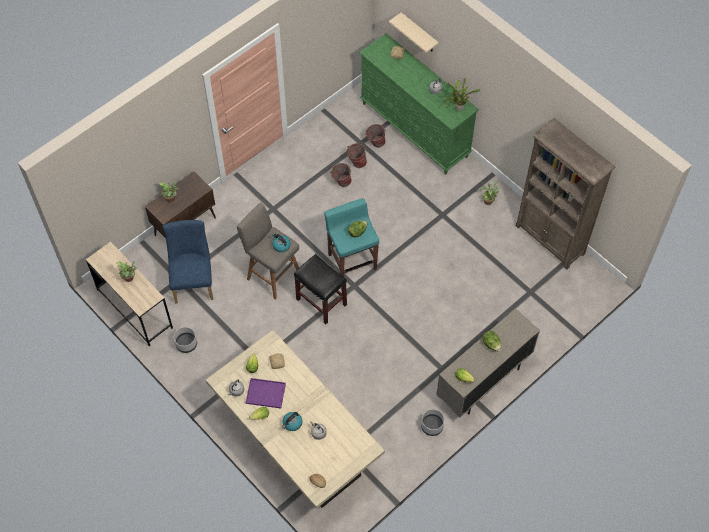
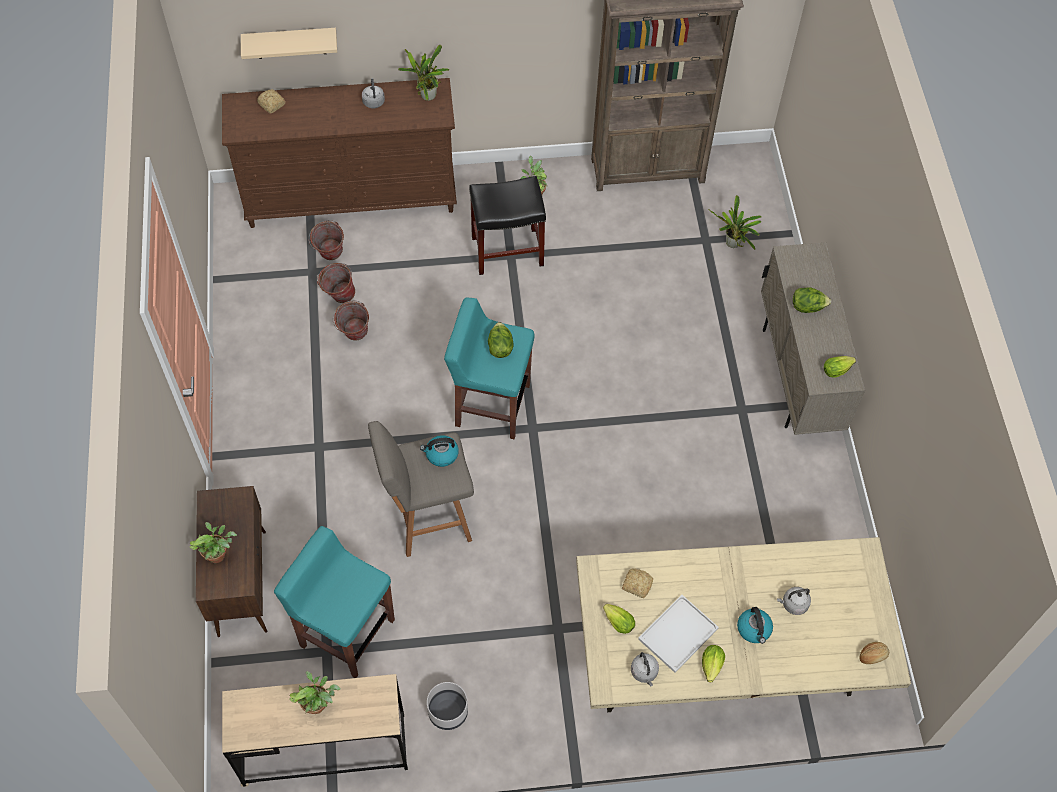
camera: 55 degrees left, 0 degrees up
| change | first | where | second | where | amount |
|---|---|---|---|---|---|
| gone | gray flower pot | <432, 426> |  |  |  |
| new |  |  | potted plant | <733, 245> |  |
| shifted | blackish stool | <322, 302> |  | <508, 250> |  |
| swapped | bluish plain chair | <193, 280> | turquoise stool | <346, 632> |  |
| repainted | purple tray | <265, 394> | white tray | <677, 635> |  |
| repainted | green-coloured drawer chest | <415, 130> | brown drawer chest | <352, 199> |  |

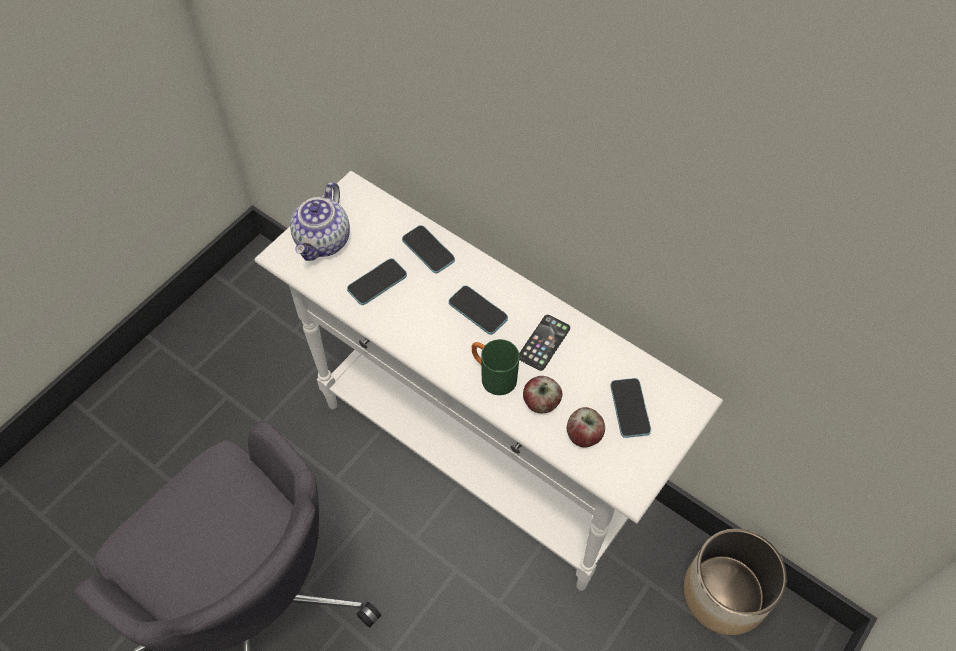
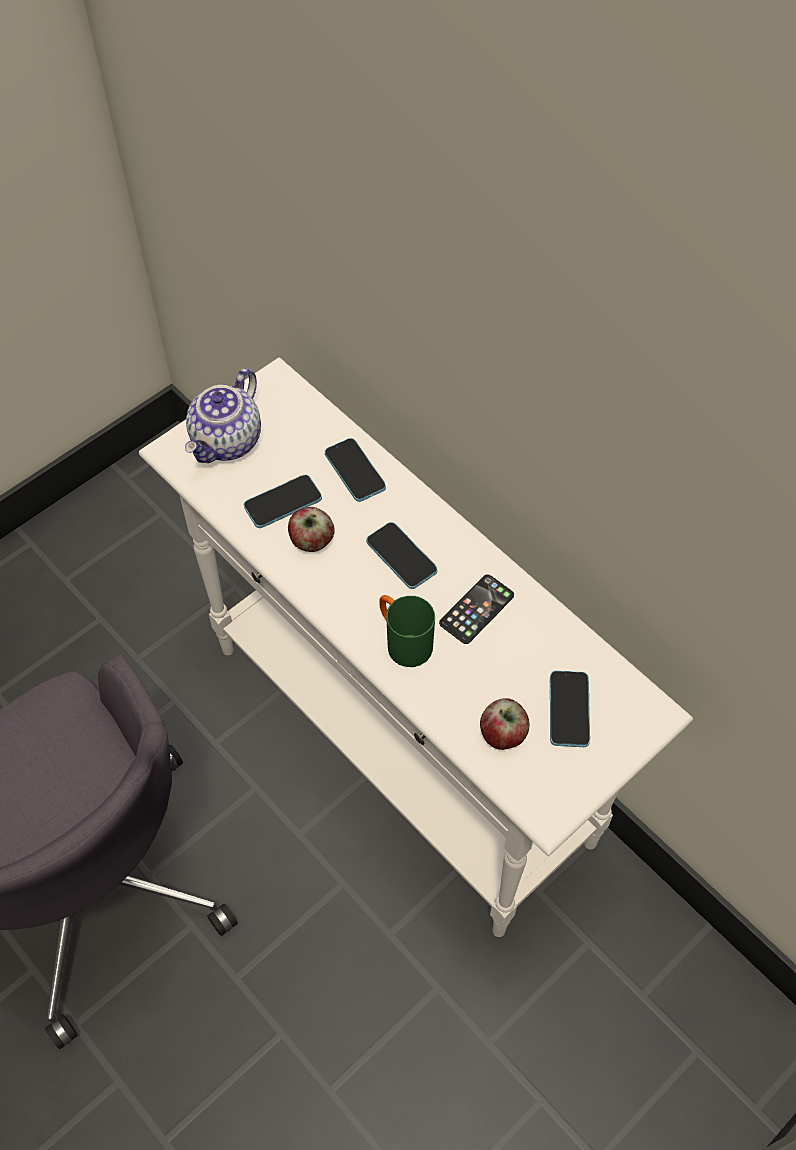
camera: 10 degrees right, 0 degrees up
| change | first | where | second | where | amount |
|---|---|---|---|---|---|
| gone | flower pot | <724, 592> |  |  |  |
| shifted | apple fruit | <541, 403> |  | <311, 541> |  |

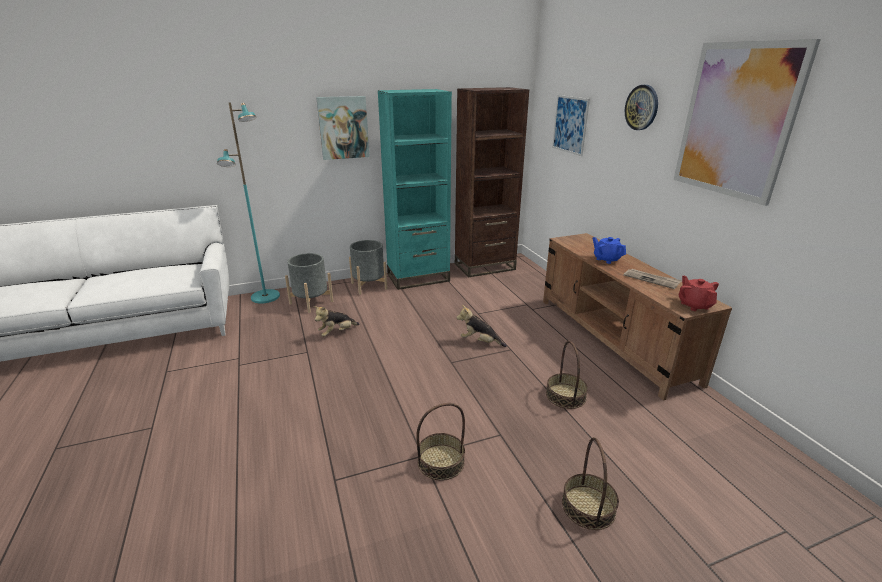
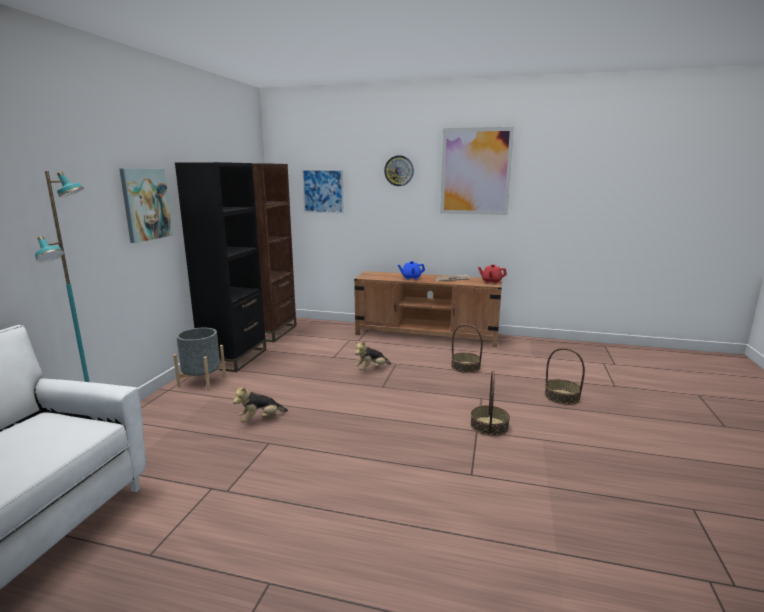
camera: 55 degrees left, 10 degrees down
| change | first | where | second | where | amount |
|---|---|---|---|---|---|
| gone | gray flower pot | <311, 302> |  |  |  |
| repainted | turquoise bookcase | <418, 278> | blackish bookcase | <234, 358> |  |
| rotated | soft toy | <337, 333> |  | <260, 419> | 60 degrees clockwise |

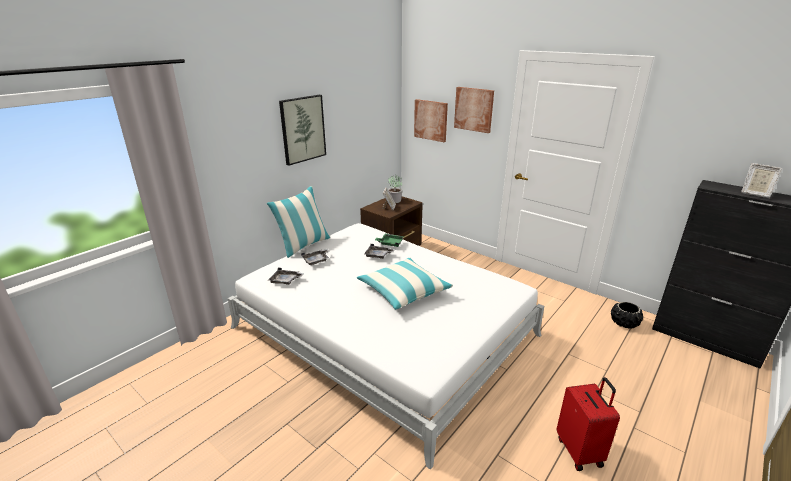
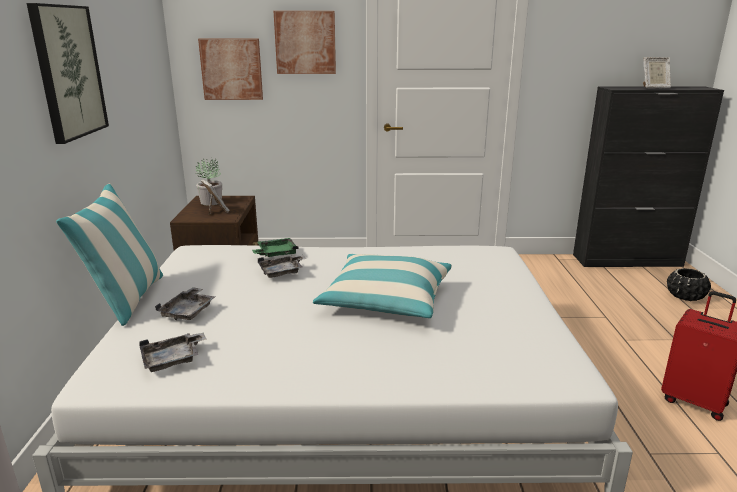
camera: 40 degrees left, 5 degrees down
| change | first | where | second | where | amount |
|---|---|---|---|---|---|
| shifted | blackish flower pot | <624, 323> |  | <685, 296> |  |

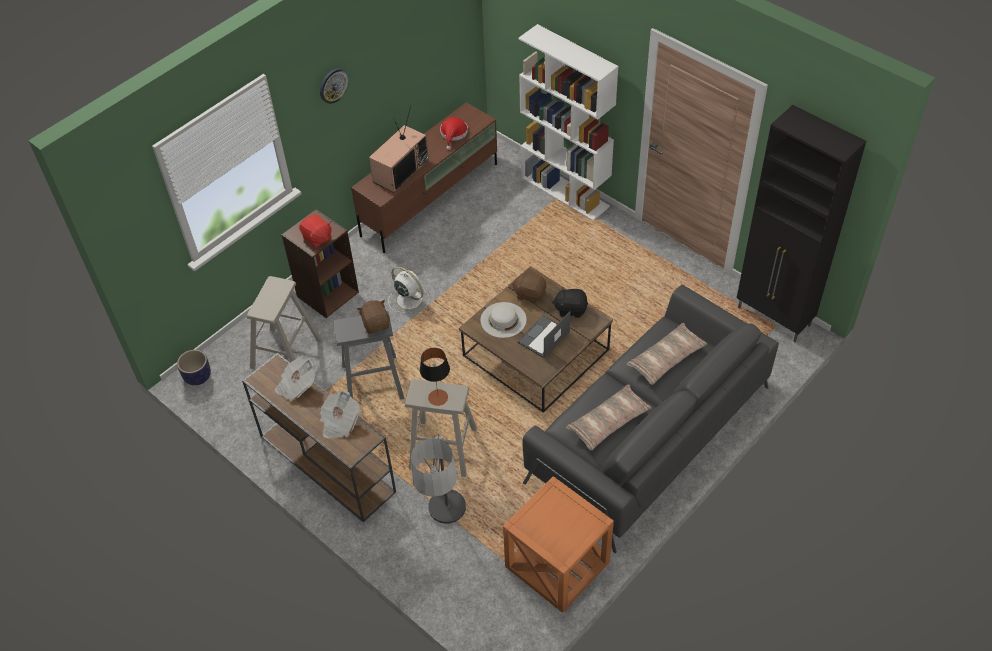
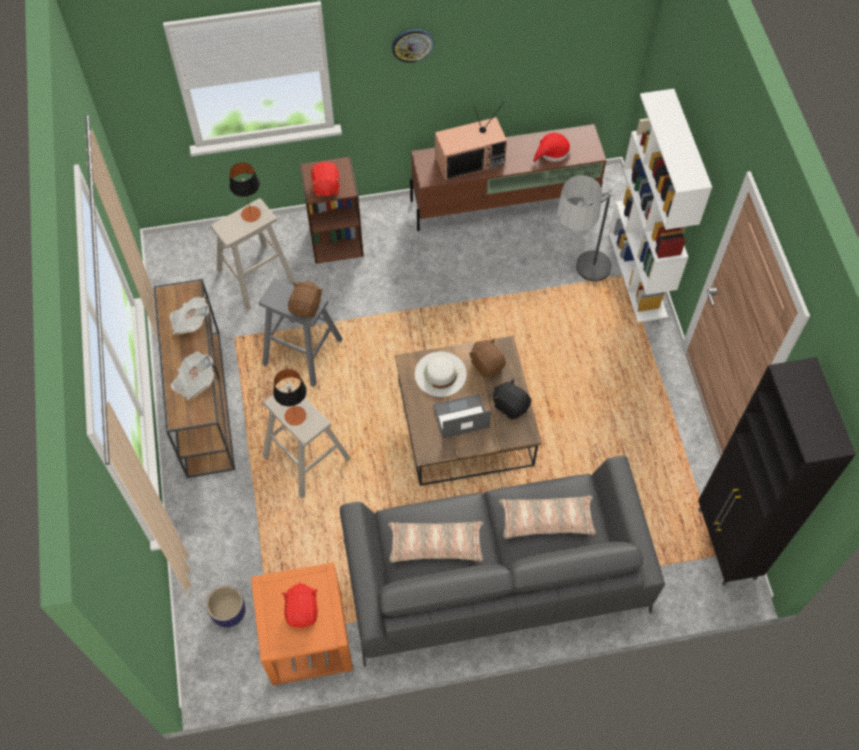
camera: 35 degrees right, 10 degrees up
| change | first | where | second | where | amount |
|---|---|---|---|---|---|
| gone | white electric fan | <408, 299> |  |  |  |
| new |  |  | table lamp | <251, 214> |  |
| new |  |  | reddish soft toy | <302, 610> |  |
| shifted | flower pot | <197, 377> |  | <228, 613> |  |
| shifted | standard lamp | <448, 535> |  | <578, 288> |  |

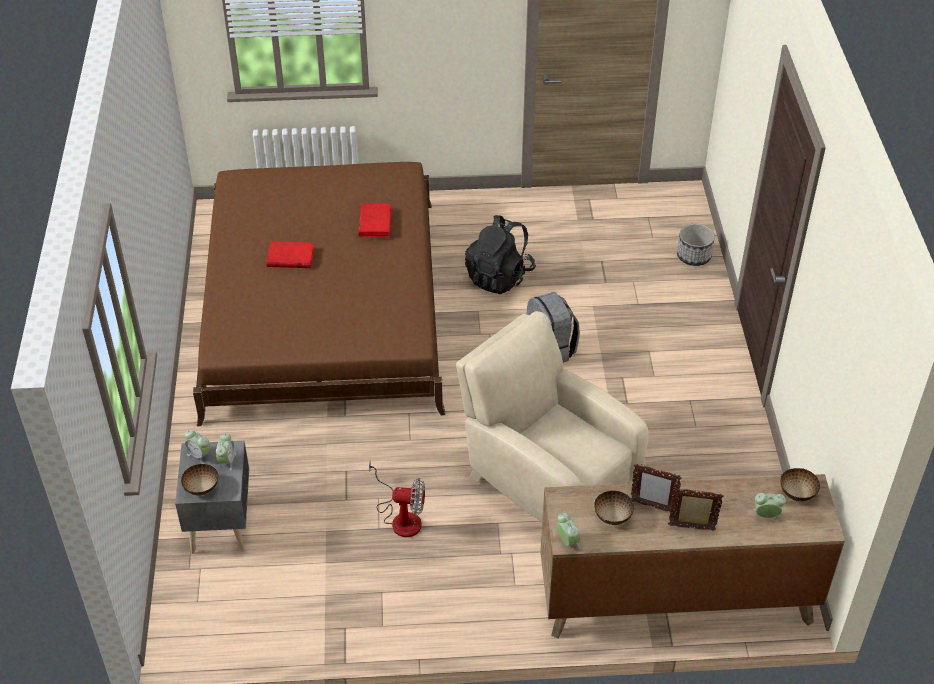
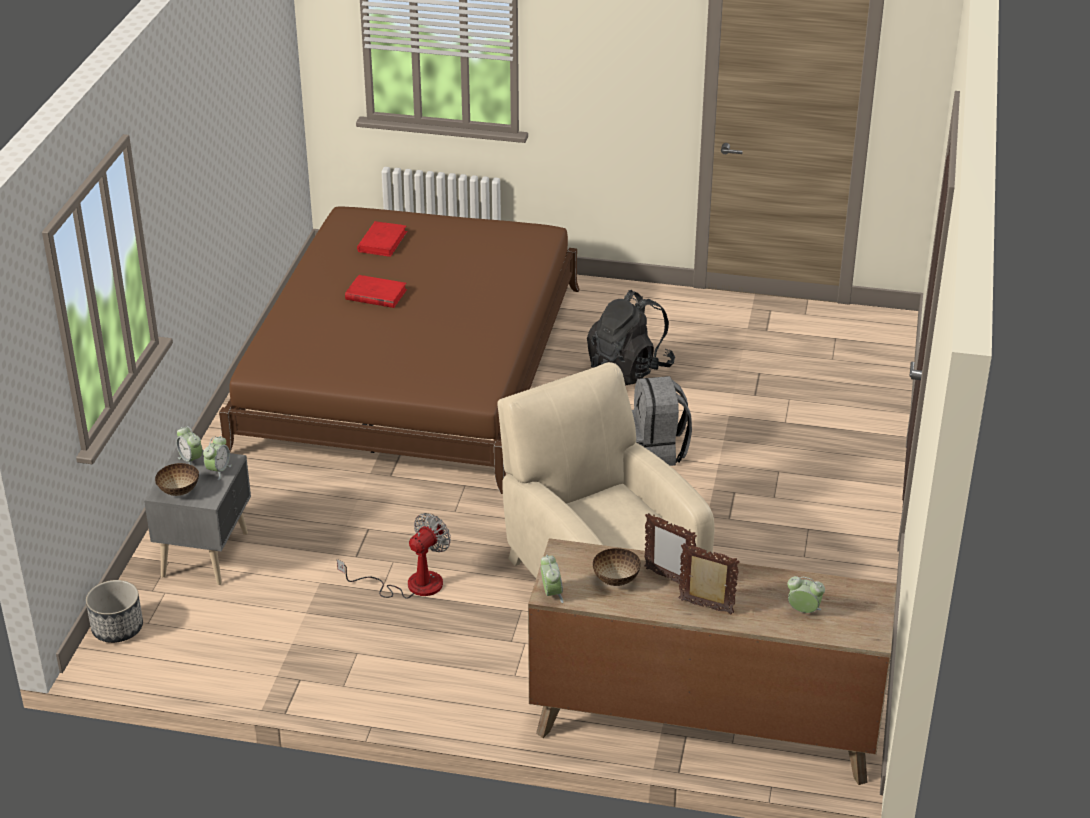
camera: 15 degrees right, 10 degrees down
| change | first | where | second | where | amount |
|---|---|---|---|---|---|
| gone | serving bowl | <797, 493> |  |  |  |
| shifted | reddish book | <375, 222> |  | <382, 242> |  |
| shifted | flower pot | <694, 256> |  | <118, 628> |  |
| rotated | electric fan | <401, 517> |  | <411, 584> | 75 degrees counterclockwise |

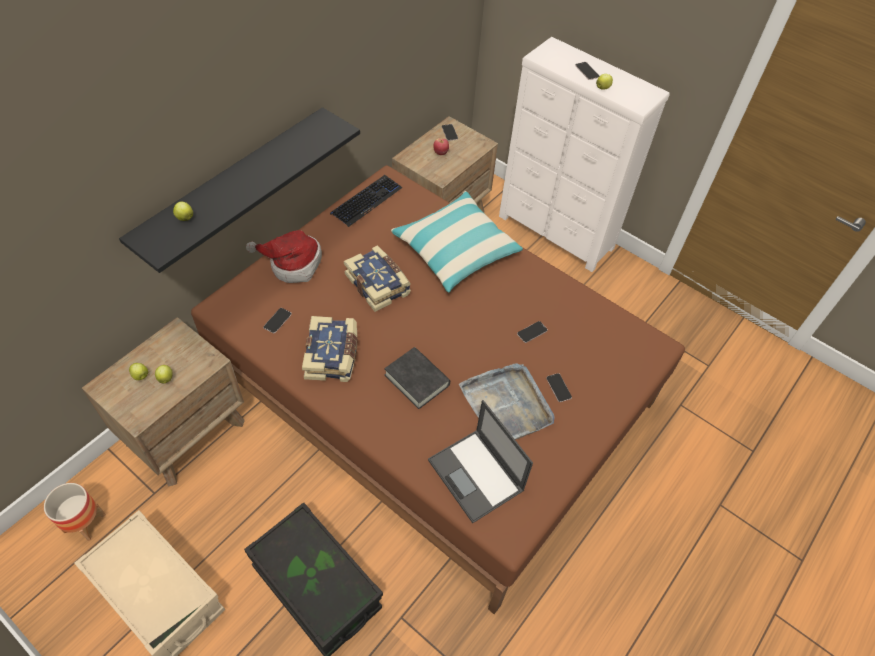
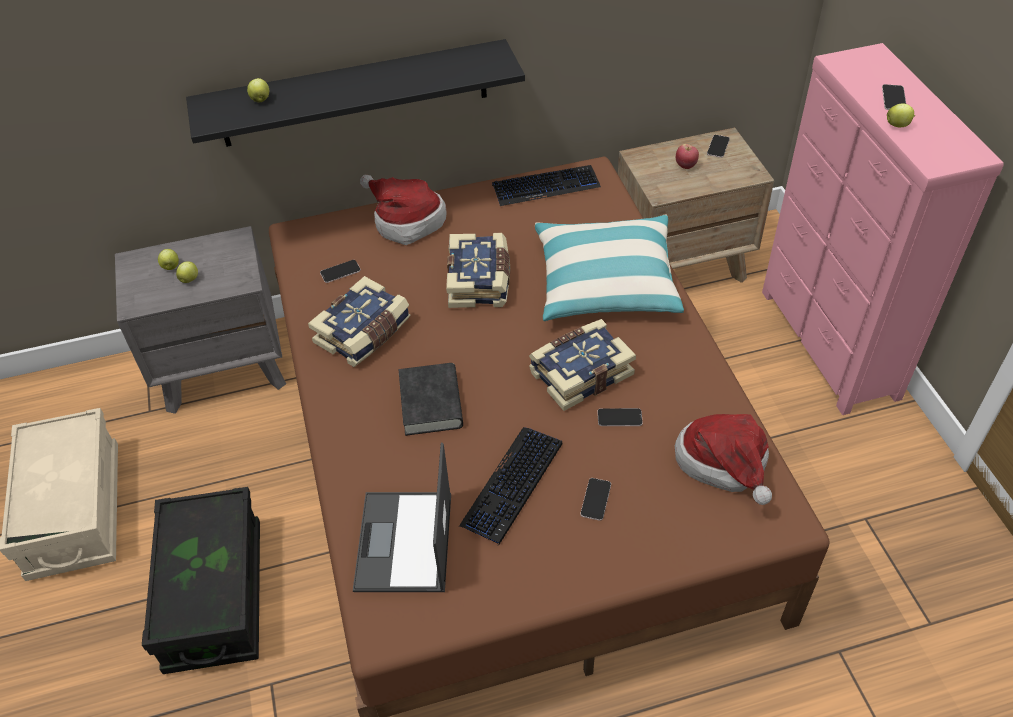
camera: 40 degrees right, 5 degrees down
| change | first | where | second | where | amount |
|---|---|---|---|---|---|
| gone | flower pot | <84, 523> |  |  |  |
| new |  |  | book | <580, 373> |  |
| new |  |  | clothing hat | <725, 466> |  |
| swapped | gray tray | <507, 405> | computer keyboard | <512, 485> |  |
| repainted | brown bedside table | <186, 432> | gray bedside table | <224, 367> |  |
| repainted | white drawer chest | <555, 233> | pink-coloured drawer chest | <827, 344> |  |

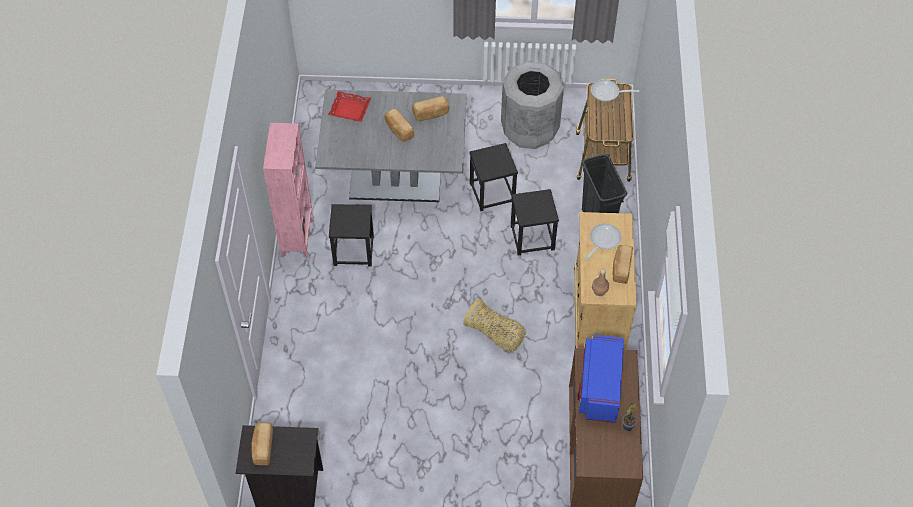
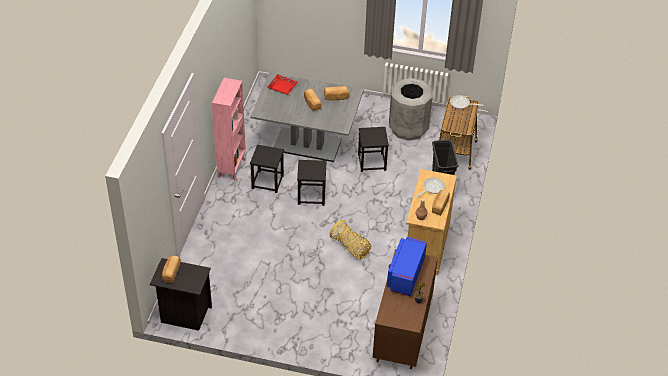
camera: 10 degrees right, 10 degrees down
| change | first | where | second | where | amount |
|---|---|---|---|---|---|
| shifted | blackish stool | <532, 238> |  | <311, 196> |  |

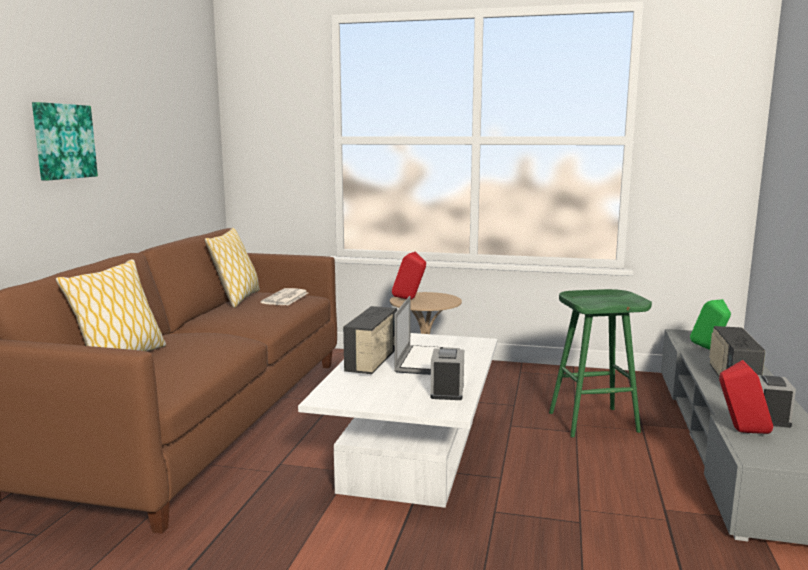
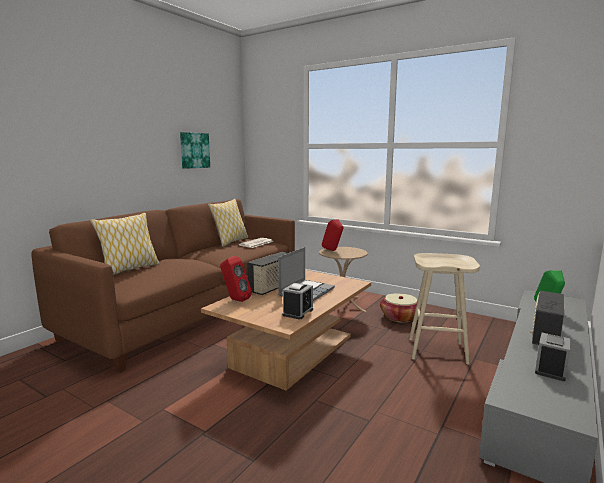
camera: 20 degrees right, 0 degrees up
| change | first | where | second | where | amount |
|---|---|---|---|---|---|
| new |  |  | household basket | <400, 317> |  |
| shifted | wall art | <63, 141> |  | <194, 150> |  |
| shifted | reddish speaker | <741, 431> |  | <235, 300> |  |
| repainted | white coffee table | <411, 453> | brown coffee table | <294, 351> |  |
| repainted | green-coloured stool | <594, 421> | beige stool | <438, 350> |  |

